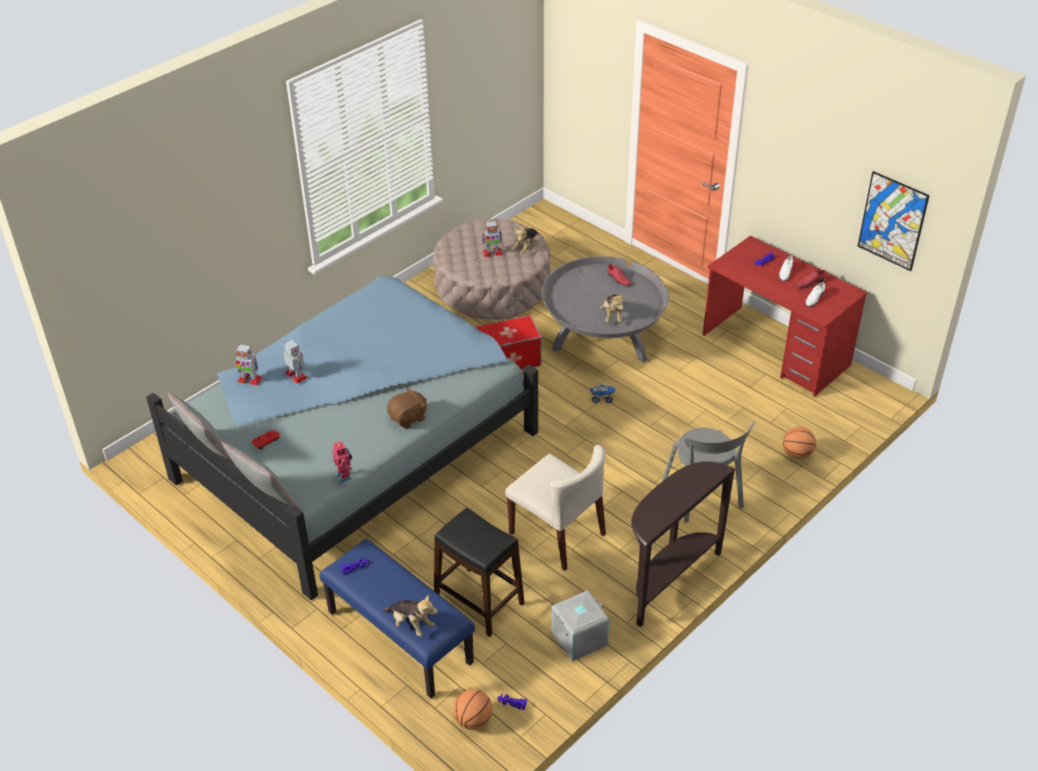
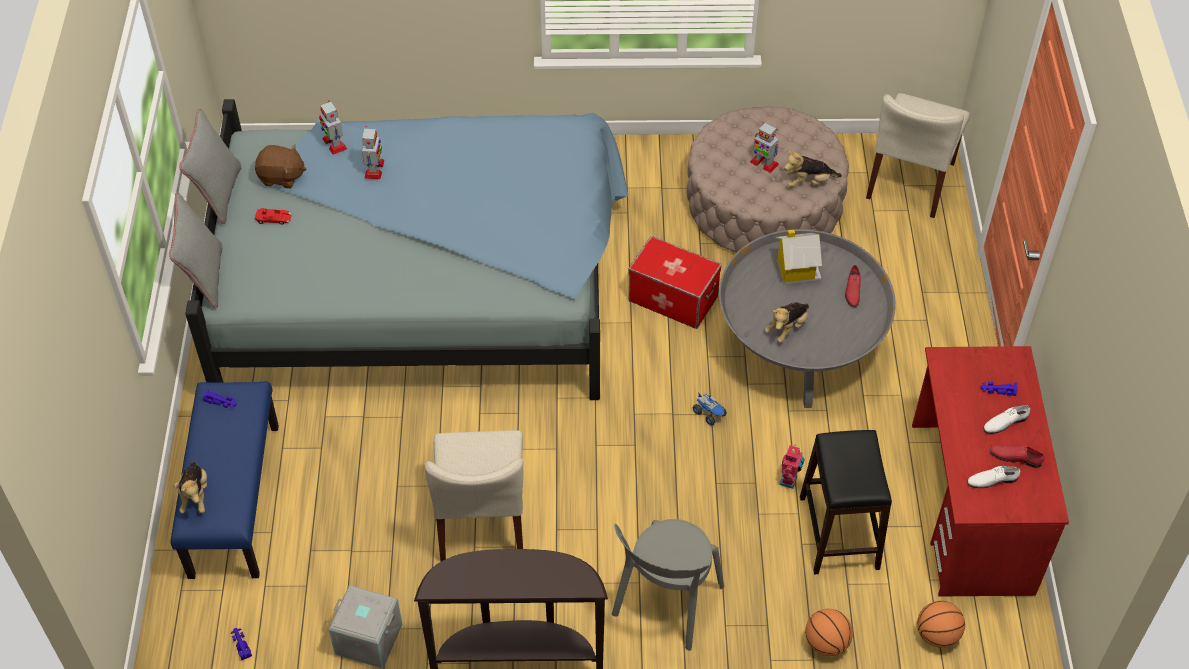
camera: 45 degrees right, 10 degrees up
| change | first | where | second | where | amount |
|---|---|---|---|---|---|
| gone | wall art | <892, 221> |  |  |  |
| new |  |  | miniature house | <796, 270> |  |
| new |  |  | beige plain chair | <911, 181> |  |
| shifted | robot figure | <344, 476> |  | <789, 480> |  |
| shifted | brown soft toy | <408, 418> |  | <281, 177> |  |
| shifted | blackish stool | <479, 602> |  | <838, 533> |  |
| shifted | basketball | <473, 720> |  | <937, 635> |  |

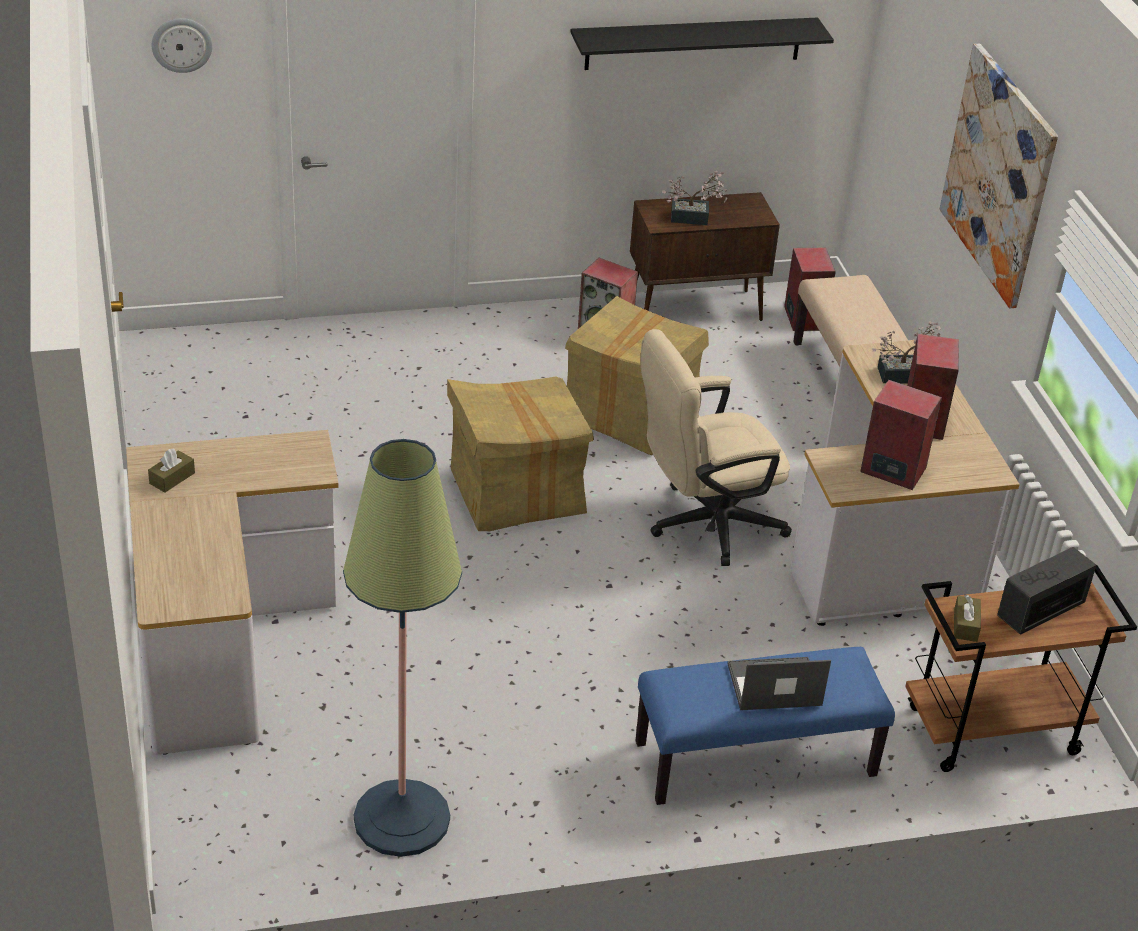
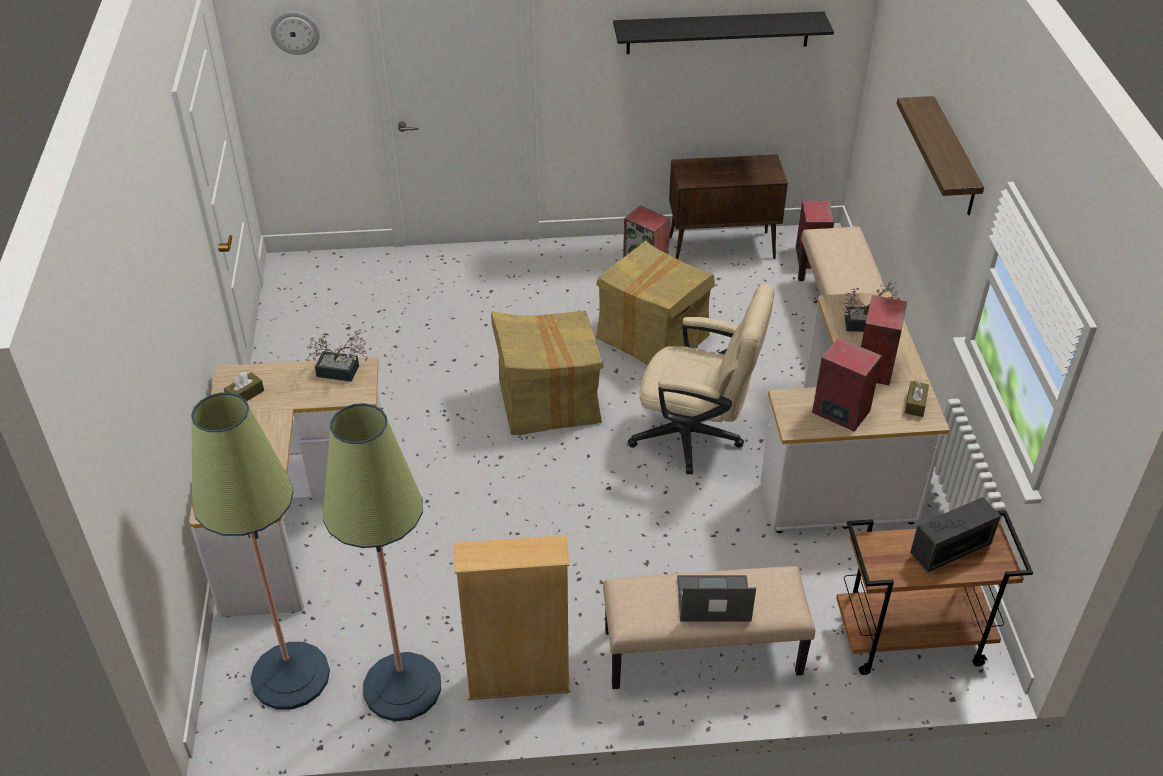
camera: 10 degrees right, 5 degrees up
| change | first | where | second | where | amount |
|---|---|---|---|---|---|
| new |  |  | standard lamp | <290, 676> |  |
| new |  |  | beige bookcase | <518, 682> |  |
| shifted | potted plant | <694, 218> |  | <342, 372> |  |
| shifted | brown tissue box | <965, 625> |  | <915, 404> |  |
| swapped | wall art | <998, 174> | shelf | <954, 158> |  |
| repainted | bluish bench | <755, 760> | beige bench | <702, 653> |  |
| rotated | beige computer chair | <704, 524> |  | <696, 437> | 150 degrees counterclockwise |

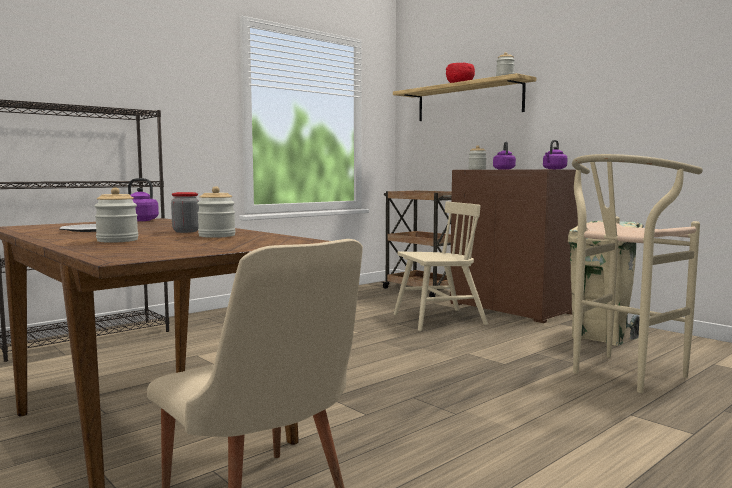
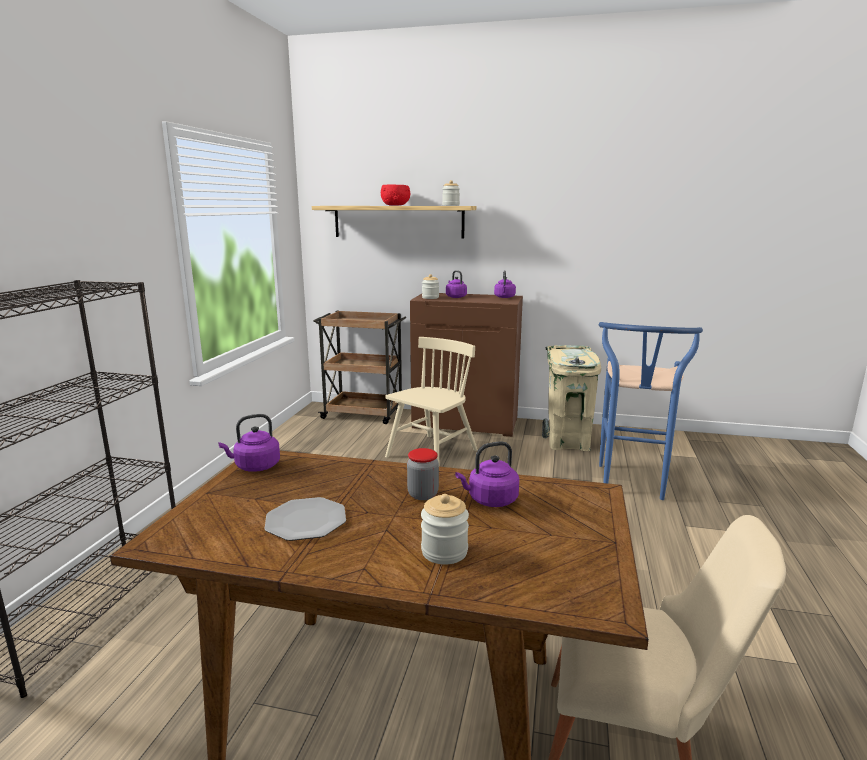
camera: 35 degrees left, 10 degrees up
| change | first | where | second | where | amount |
|---|---|---|---|---|---|
| swapped | jar | <217, 236> | purple tea kettle | <490, 500> |  |
| repainted | beige stool | <620, 376> | bluish stool | <632, 485> |  |

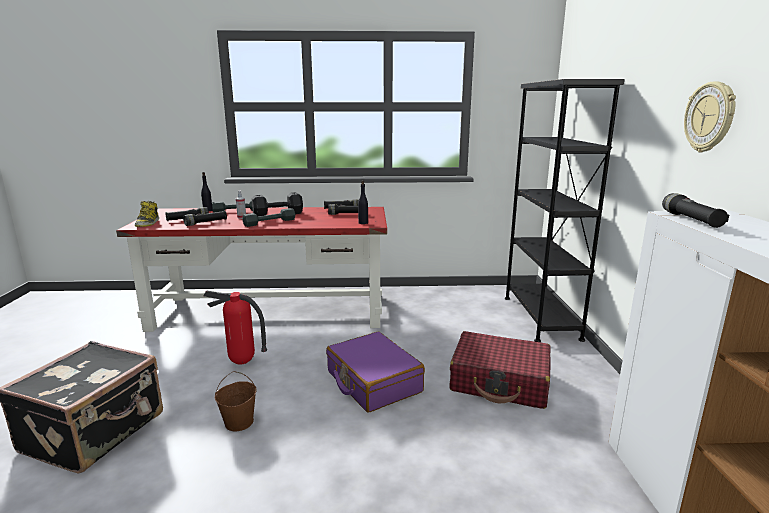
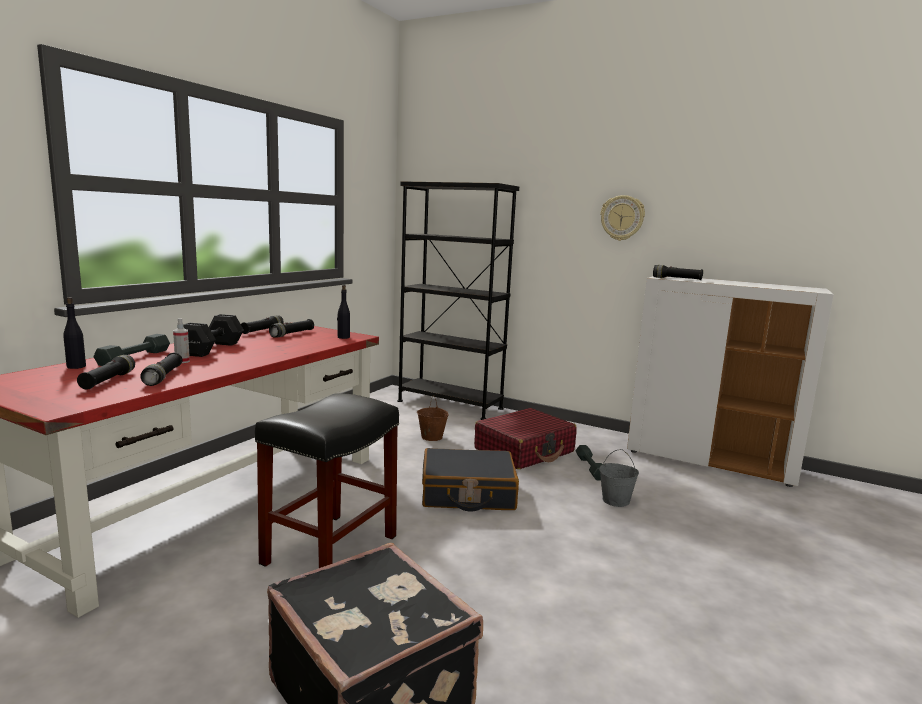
camera: 60 degrees left, 5 degrees down
| change | first | where | second | where | amount |
|---|---|---|---|---|---|
| gone | boot | <148, 223> |  |  |  |
| new |  |  | gray bucket | <616, 500> |  |
| shifted | brown bucket | <239, 422> |  | <431, 437> |  |
| shifted | gray dumbbell | <269, 222> |  | <590, 467> |  |
| swapped | fire extinguisher | <241, 363> | blackish stool | <330, 550> |  |
| repainted | purple piece of luggage | <373, 382> | blackish piece of luggage | <467, 493> |  |

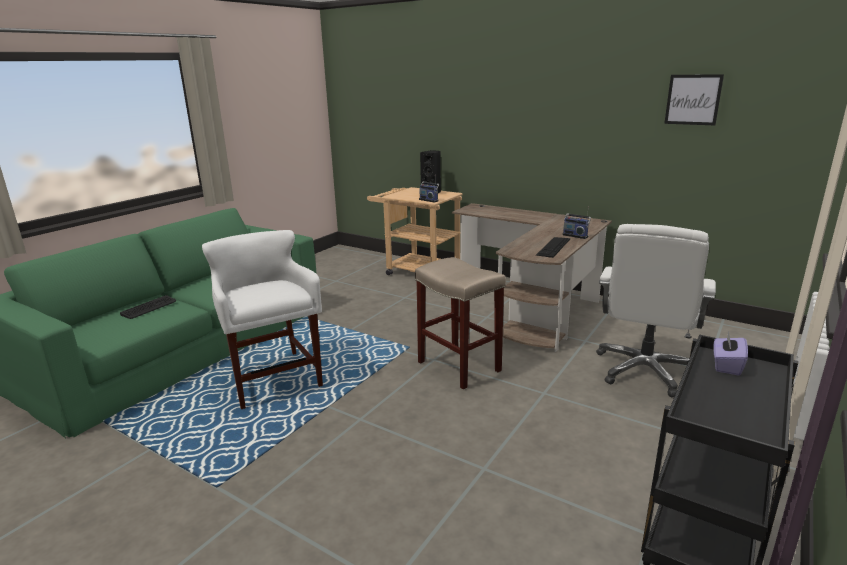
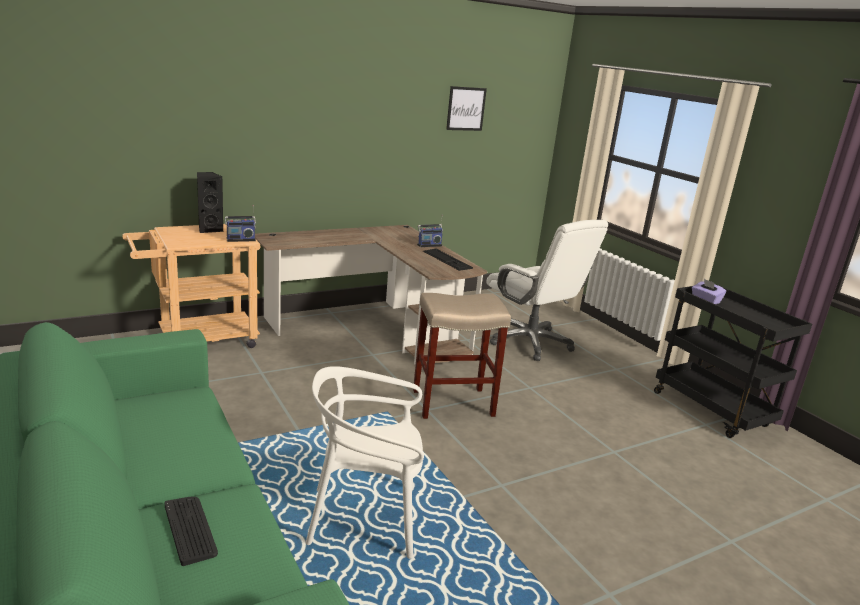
camera: 65 degrees left, 0 degrees up
| change | first | where | second | where | amount |
|---|---|---|---|---|---|
| swapped | white stool | <274, 379> | white plain chair | <365, 519> |  |

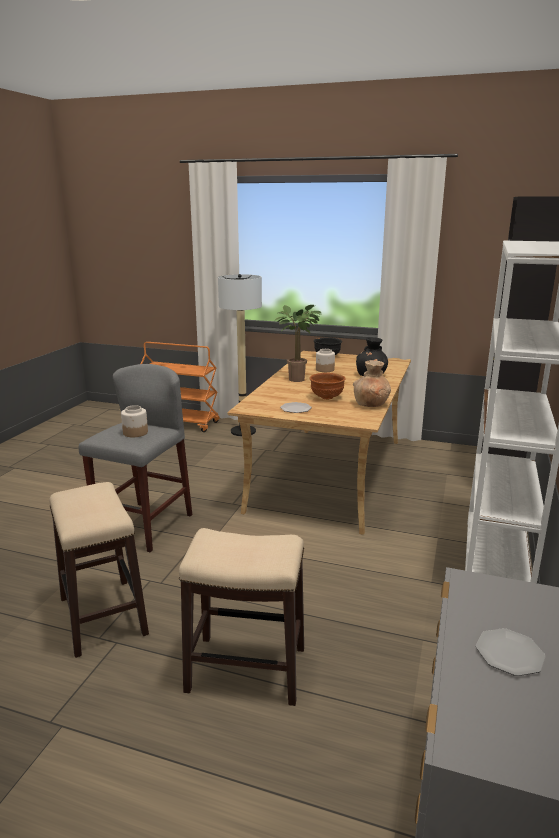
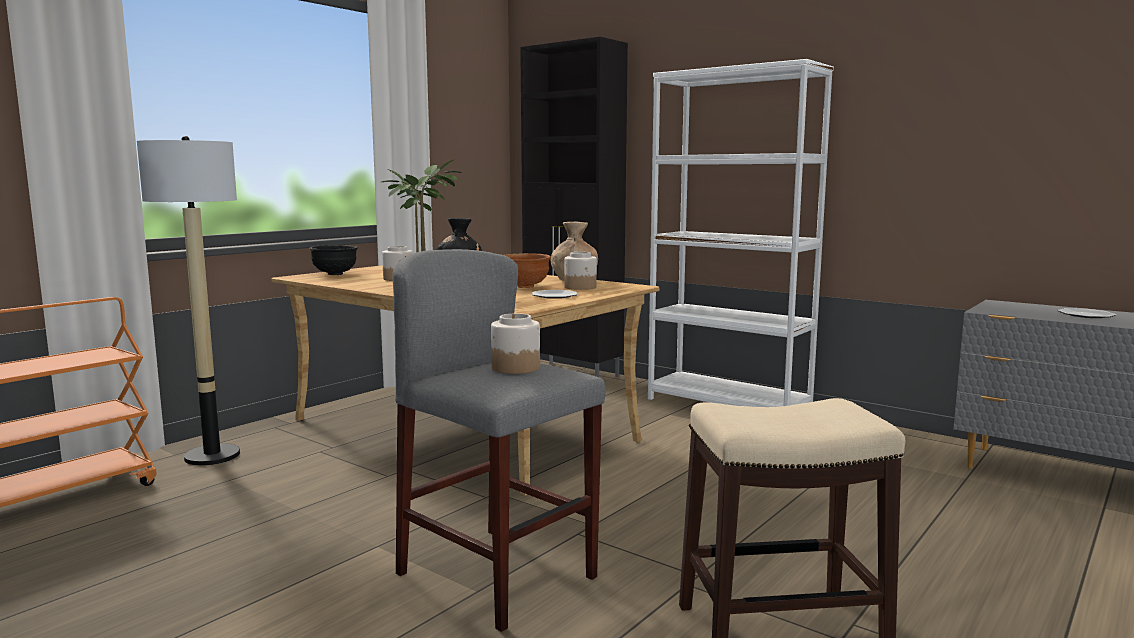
camera: 70 degrees left, 10 degrees down
| change | first | where | second | where | amount |
|---|---|---|---|---|---|
| gone | stool | <245, 669> |  |  |  |
| new |  |  | jar | <580, 287> |  |

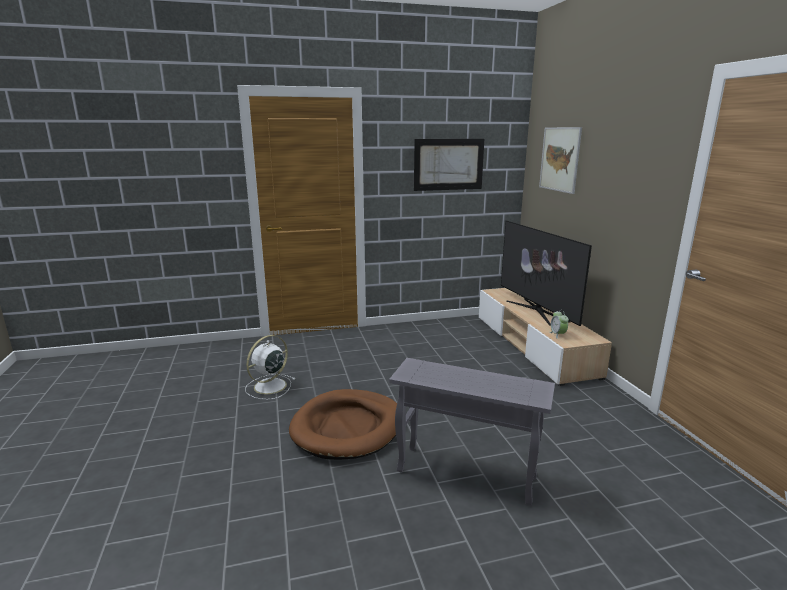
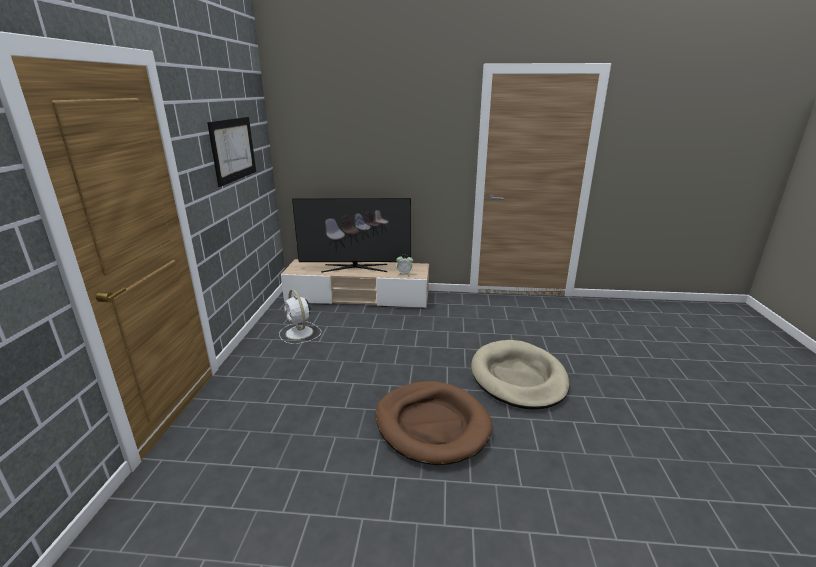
camera: 70 degrees left, 5 degrees up
| change | first | where | second | where | amount |
|---|---|---|---|---|---|
| gone | wall art | <559, 159> |  |  |  |
| shifted | white electric fan | <269, 387> |  | <300, 333> |  |
| swapped | gray accent table | <465, 474> | beige dog cushion | <518, 377> |  |

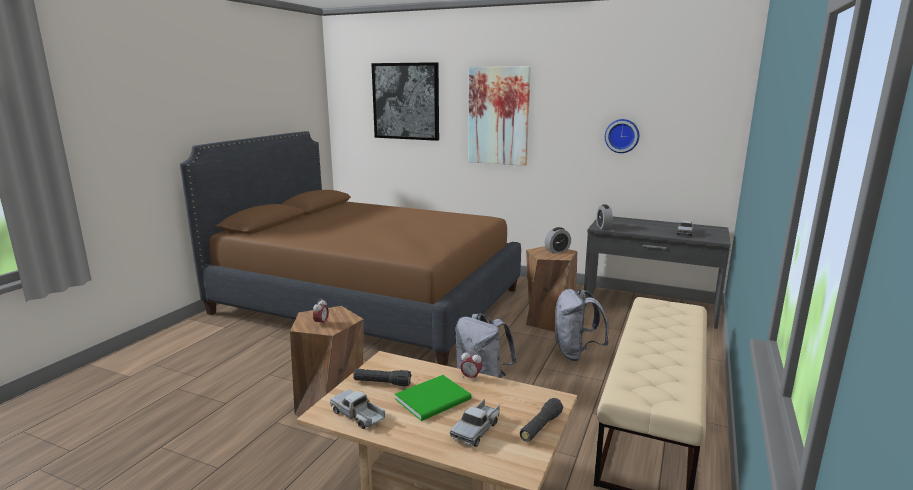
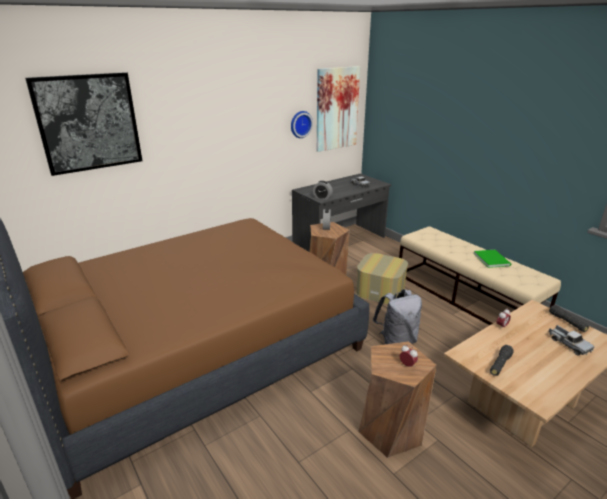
camera: 60 degrees left, 10 degrees up
| change | first | where | second | where | amount |
|---|---|---|---|---|---|
| gone | toy lorry | <358, 416> |  |  |  |
| shifted | green-coloured book | <435, 399> |  | <491, 259> |  |
| shifted | wall art | <498, 116> |  | <337, 109> |  |
| swapped | gray backpack | <576, 353> | ottoman | <380, 290> |  |

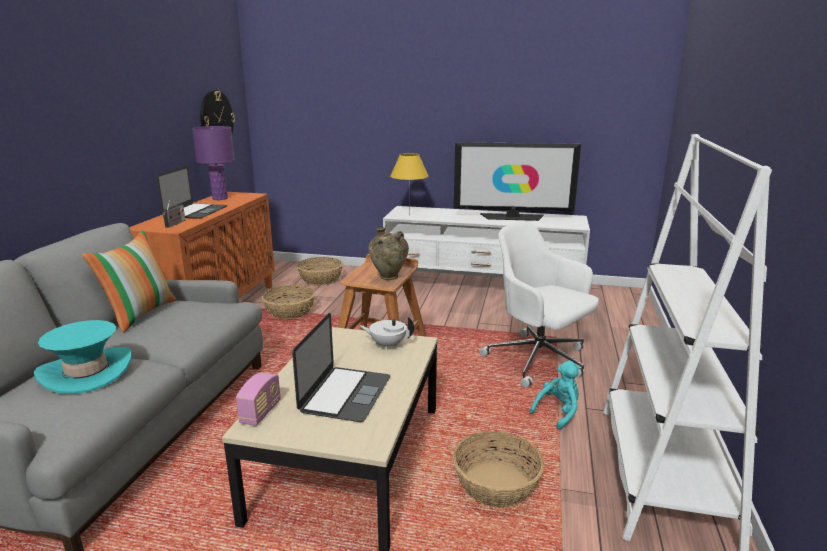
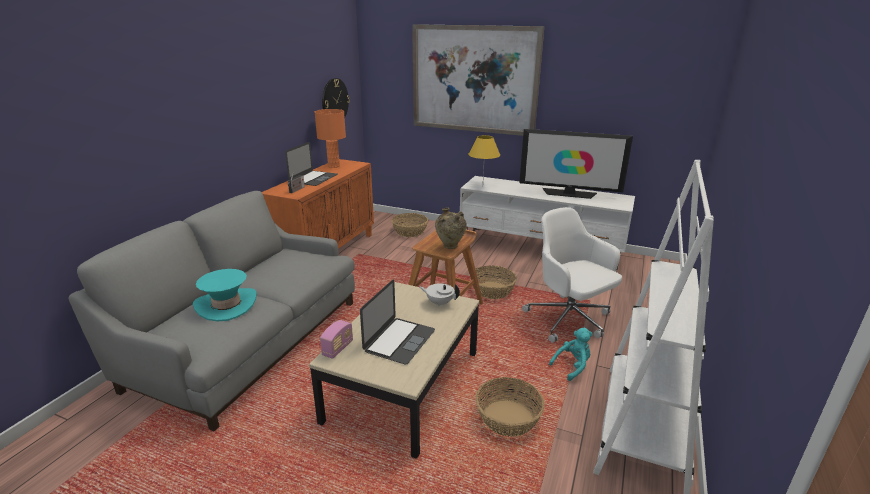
camera: 10 degrees right, 5 degrees up
| change | first | where | second | where | amount |
|---|---|---|---|---|---|
| gone | throw pillow | <140, 314> |  |  |  |
| new |  |  | wall art | <474, 79> |  |
| shifted | household basket | <290, 311> |  | <492, 290> |  |
| repainted | purple table lamp | <219, 198> | orange-coloured table lamp | <333, 166> |  |

